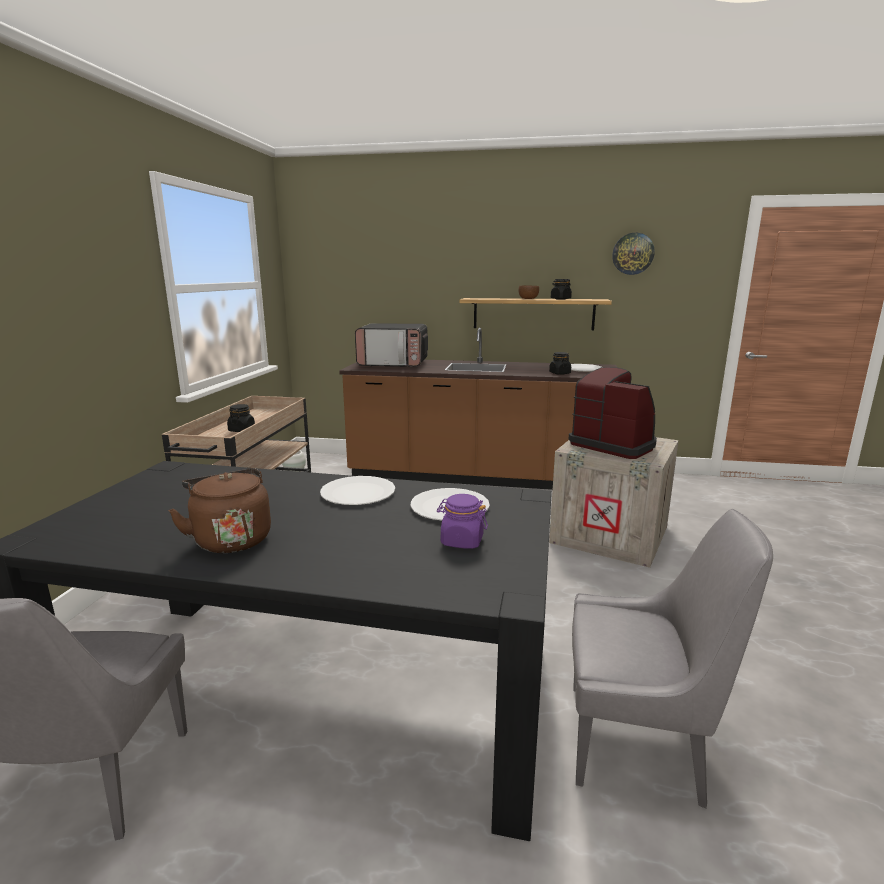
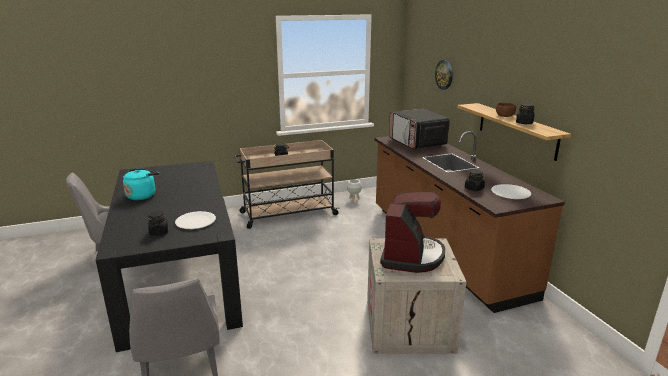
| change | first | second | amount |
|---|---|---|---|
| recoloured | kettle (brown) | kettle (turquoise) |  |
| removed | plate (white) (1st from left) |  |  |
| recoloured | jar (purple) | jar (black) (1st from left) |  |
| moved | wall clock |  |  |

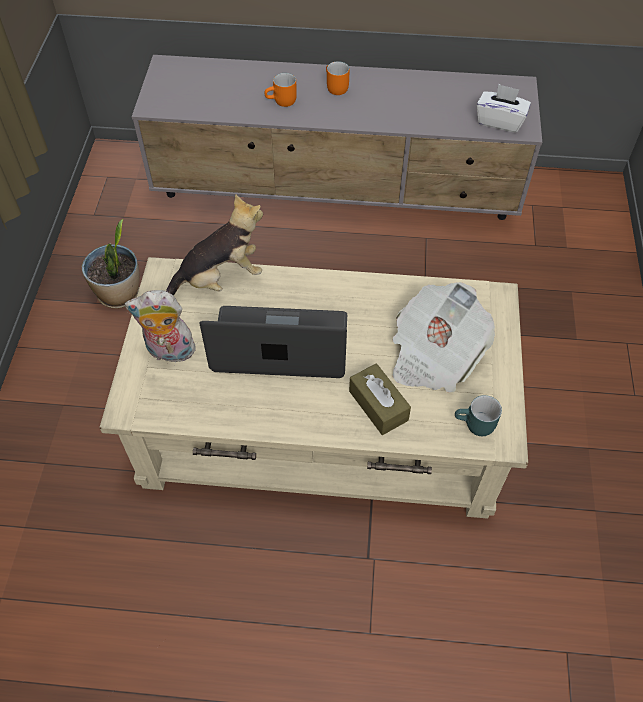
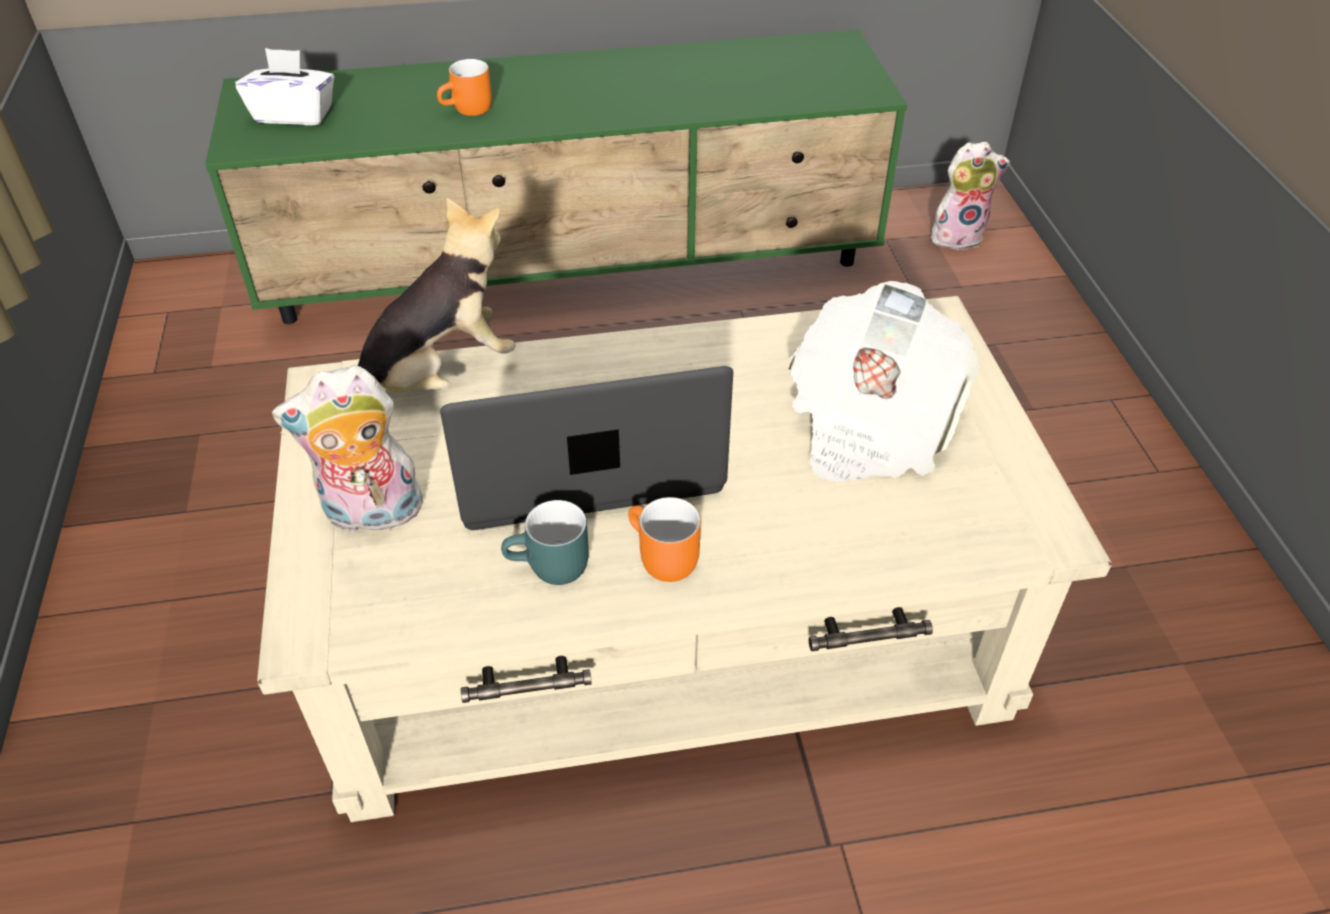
| change | first | second | amount |
|---|---|---|---|
| removed | potted plant |  |  |
| recoloured | tv stand (grey) | tv stand (green) |  |
| moved | mug (orange) (2nd from left) |  |  |
| removed | tissue box (brown) |  |  |
| moved | mug (turquoise) |  |  |
| moved | tissue box (white) |  |  |
| added |  | plush toy (3rd from left) |  |

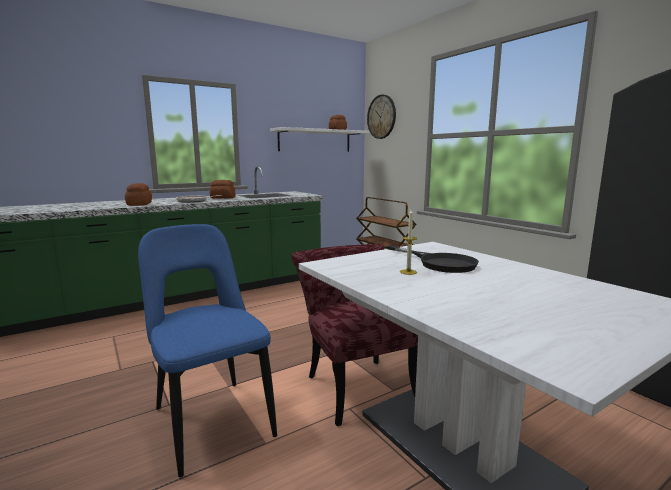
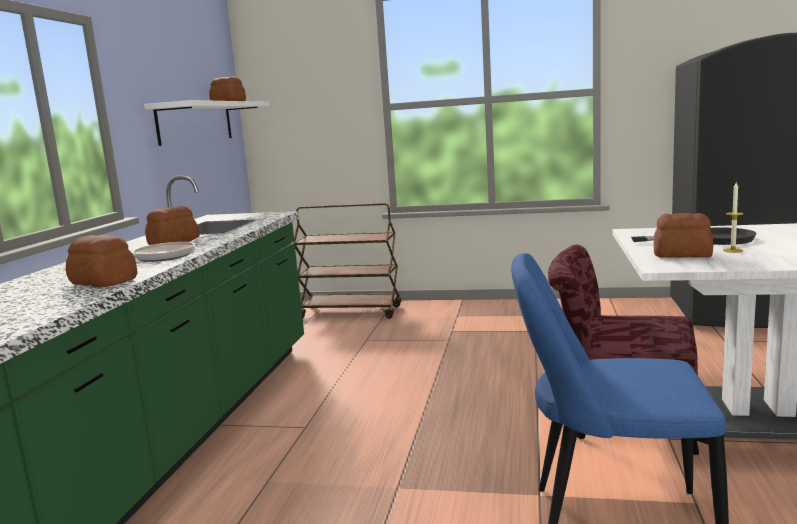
| change | first | second | amount |
|---|---|---|---|
| removed | wall clock |  |  |
| added |  | bread (4th from left) |  |

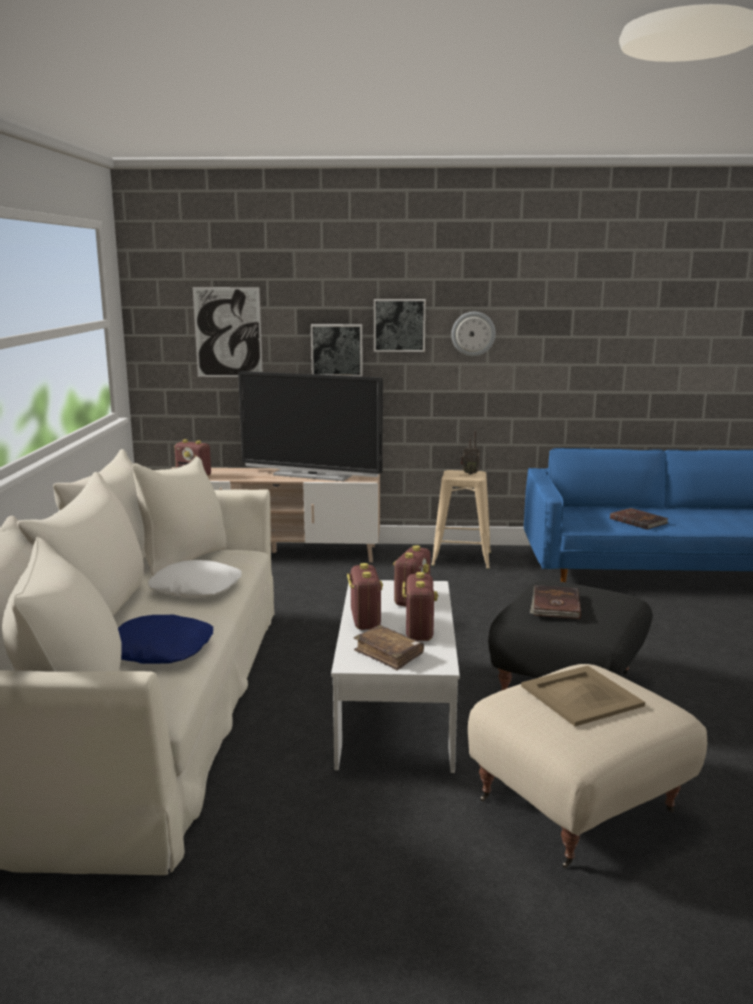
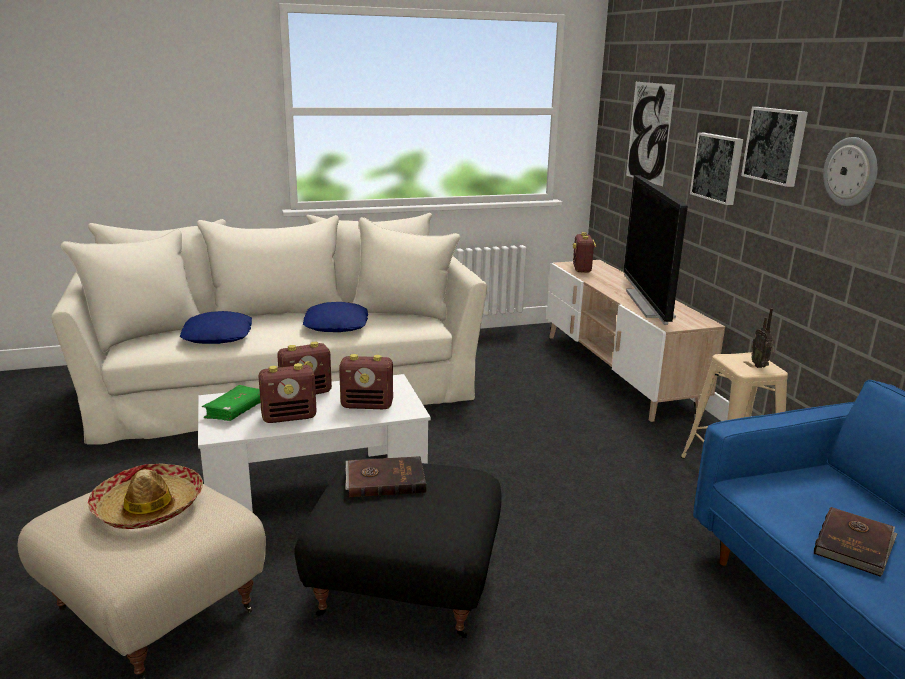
| change | first | second | amount |
|---|---|---|---|
| recoloured | pillow (white) | pillow (blue) (2nd from left) |  |
| recoloured | book (brown) (1st from left) | book (green) |  |
| replaced | tray (beige) | hat |  |

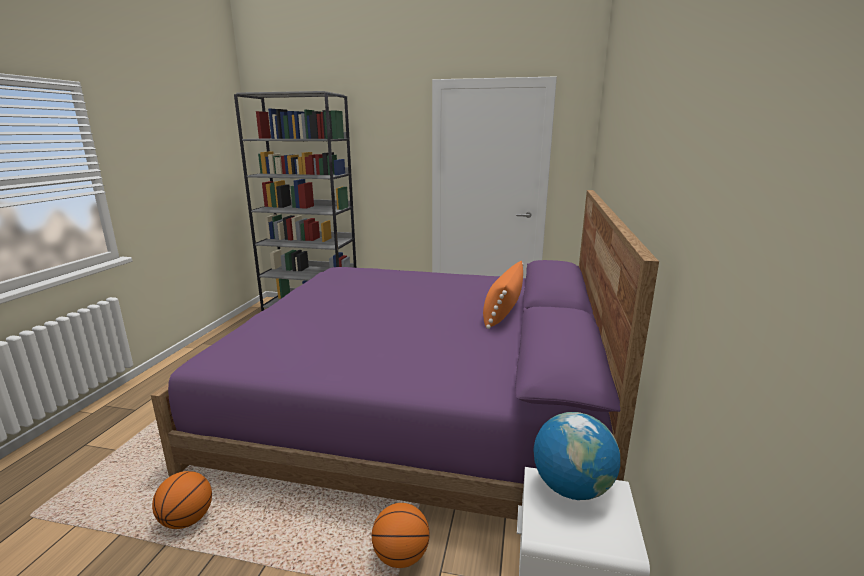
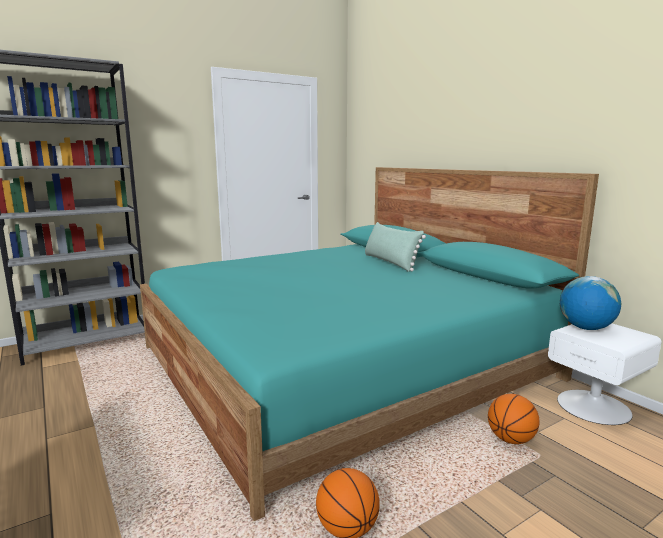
| change | first | second | amount |
|---|---|---|---|
| recoloured | bed (purple) | bed (turquoise) |  |
| recoloured | pillow (orange) | pillow (green) |  |

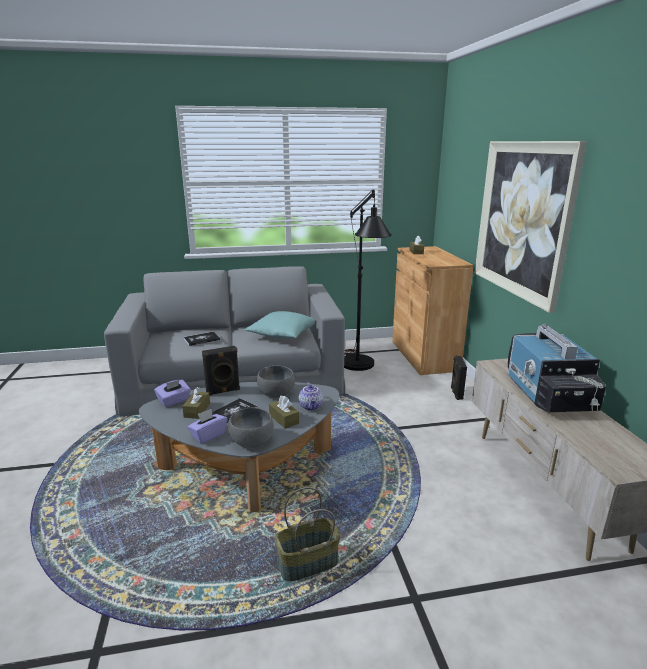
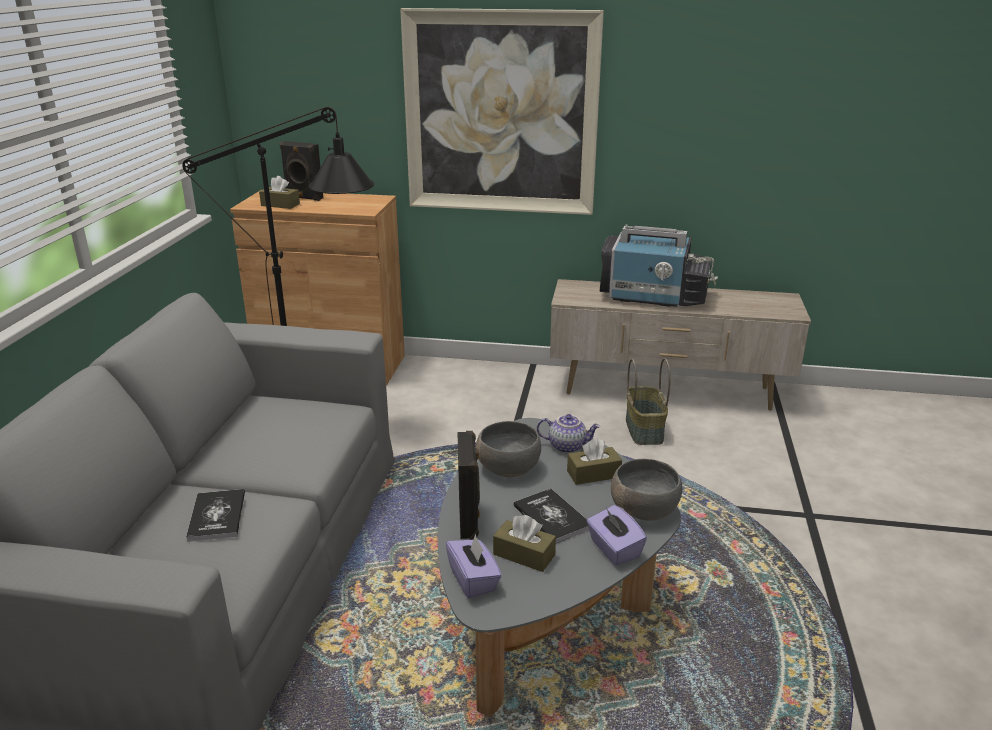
| change | first | second | amount |
|---|---|---|---|
| removed | pillow (turquoise) |  |  |
| moved | basket |  |  |
| moved | speaker (black) (2nd from left in the first image) | speaker (black) (1st from left) |  |

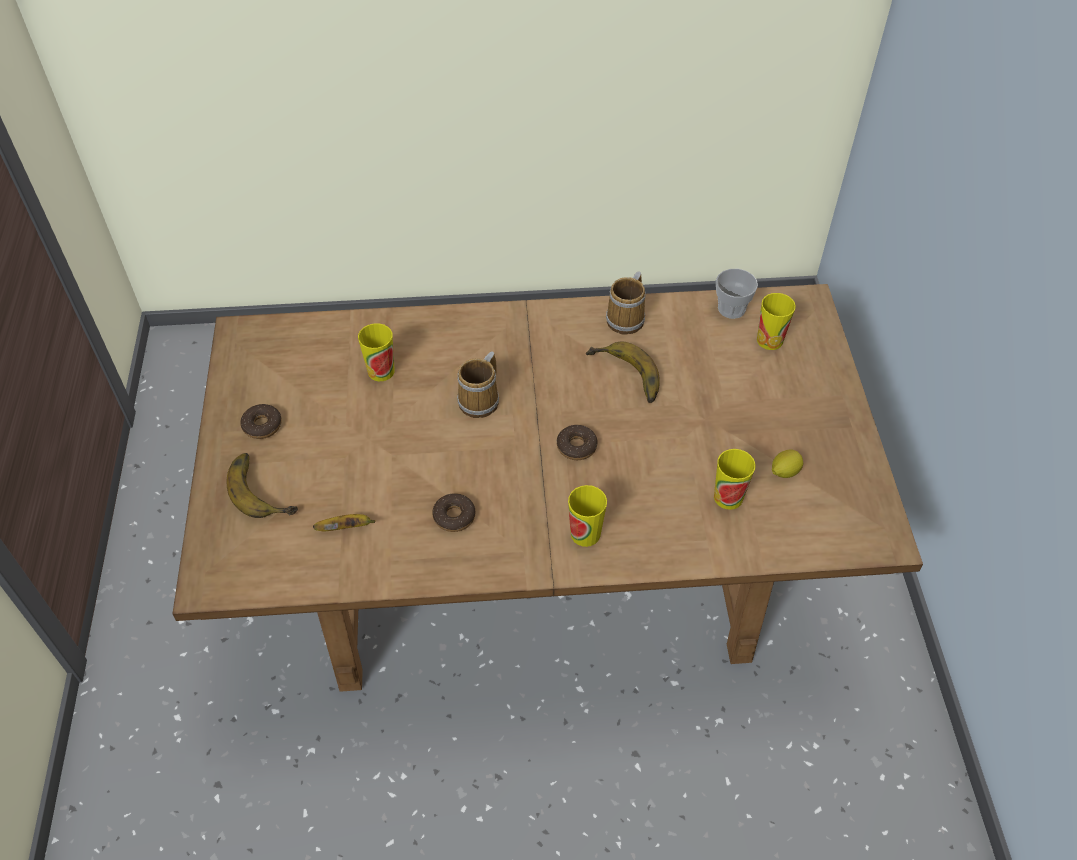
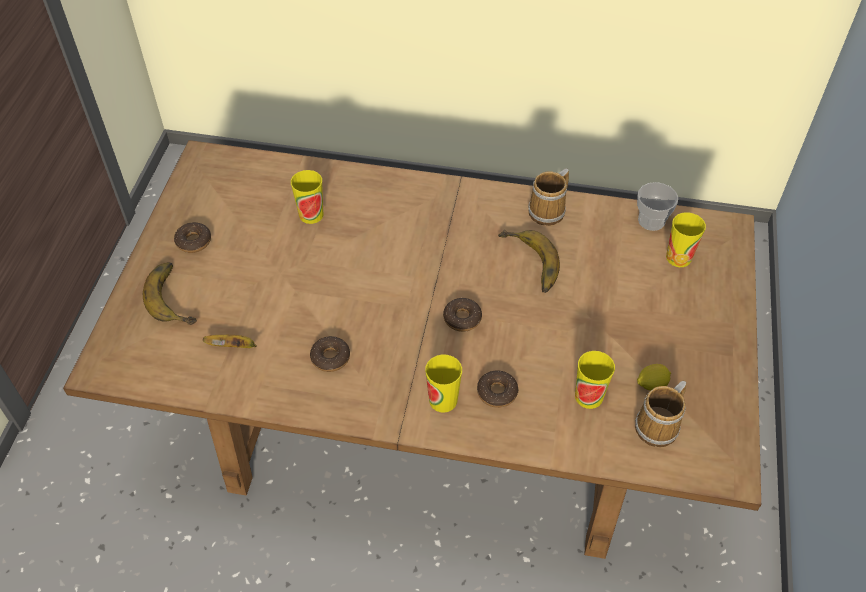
| change | first | second | amount |
|---|---|---|---|
| moved | mug (1st from left in the first image) | mug (2nd from left) |  |
| added |  | donut (4th from left) |  |

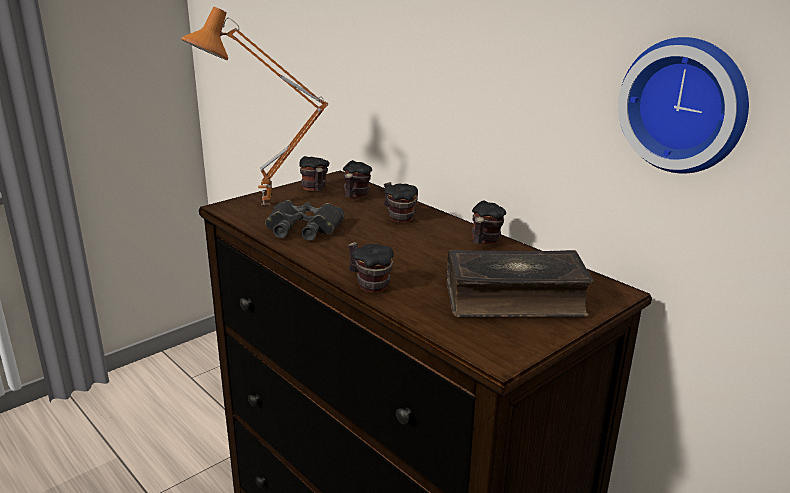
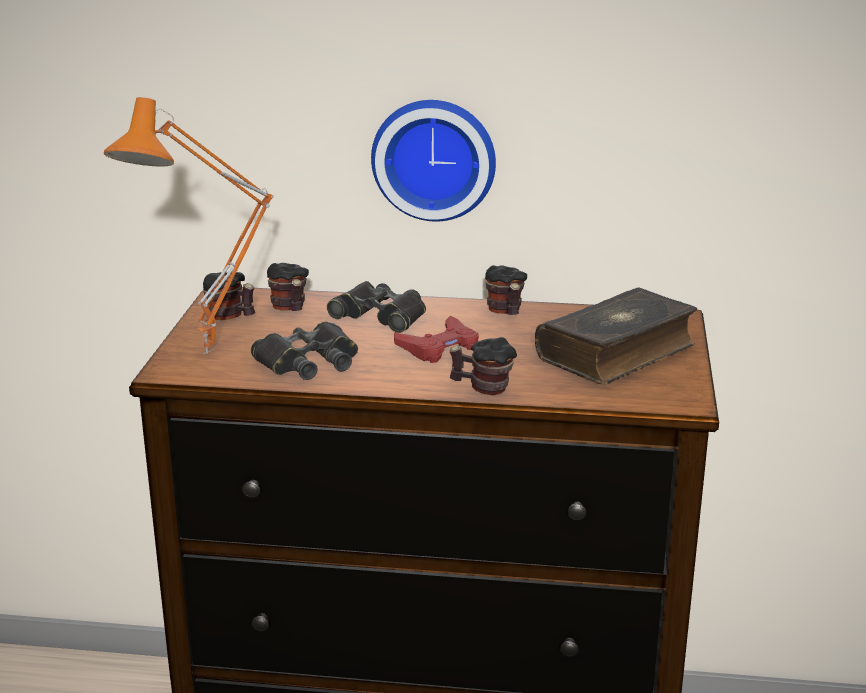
| change | first | second | amount |
|---|---|---|---|
| replaced | mug (4th from left) | binoculars (black) (2nd from left) |  |
| moved | wall clock |  |  |
| added |  | game controller (red) |  |

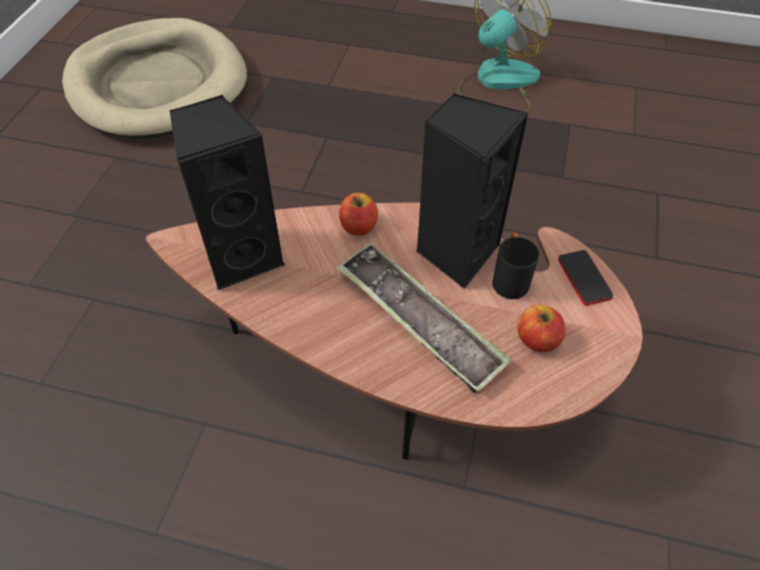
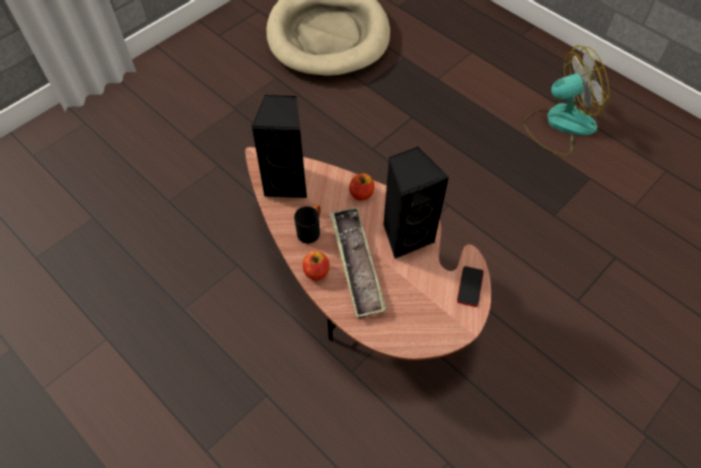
| change | first | second | amount |
|---|---|---|---|
| moved | mug (black) |  |  |
| moved | apple (2nd from left in the first image) | apple (1st from left) |  |

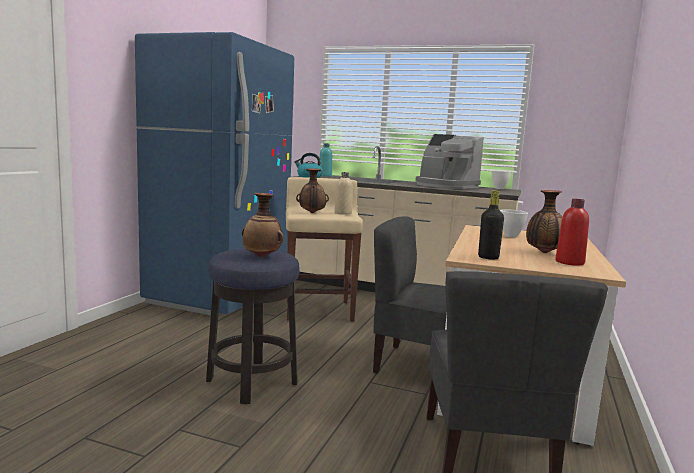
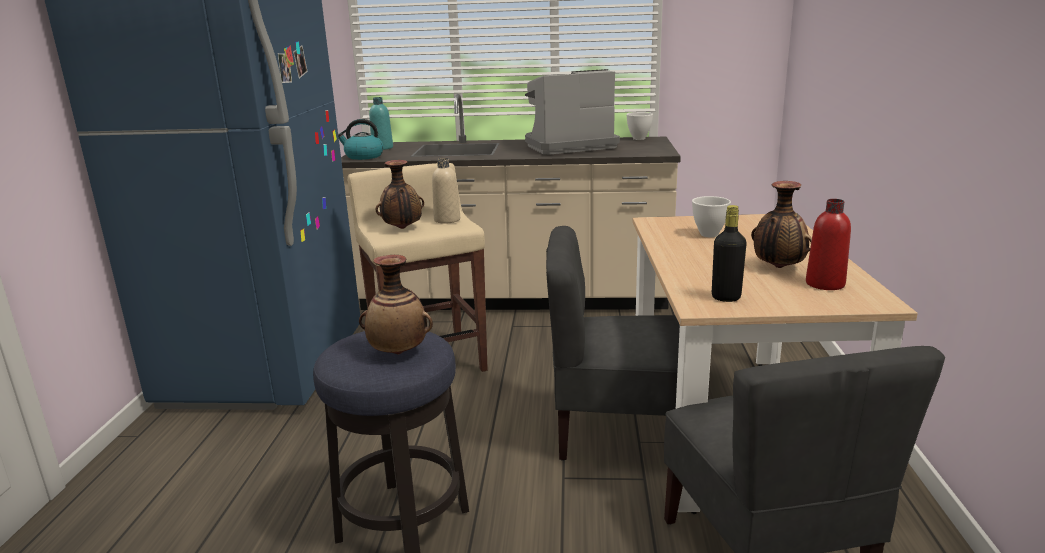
| change | first | second | amount |
|---|---|---|---|
| turned | coffee machine |  | 135 degrees clockwise |

